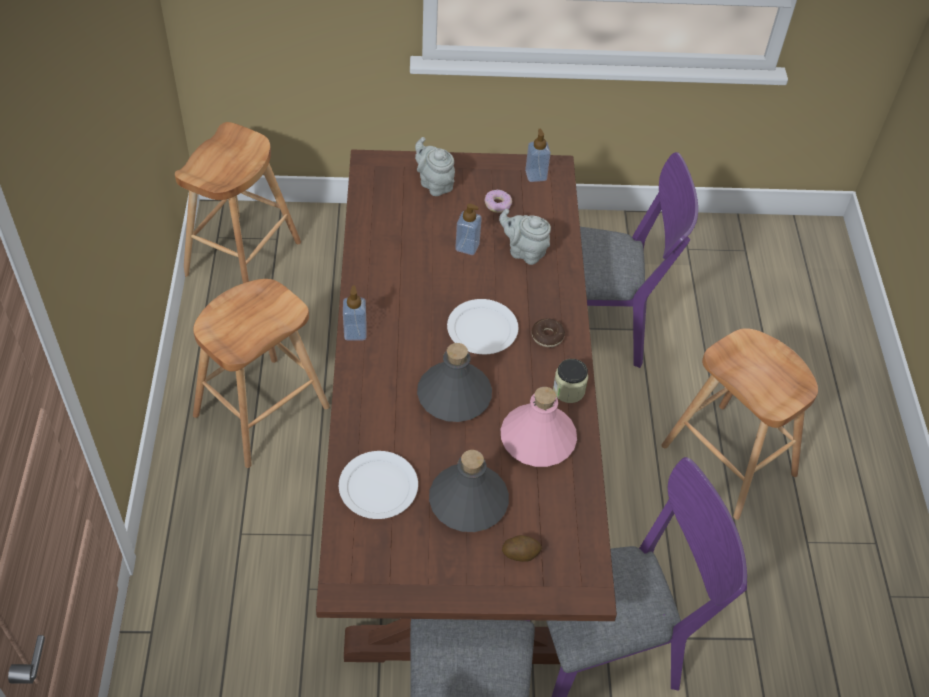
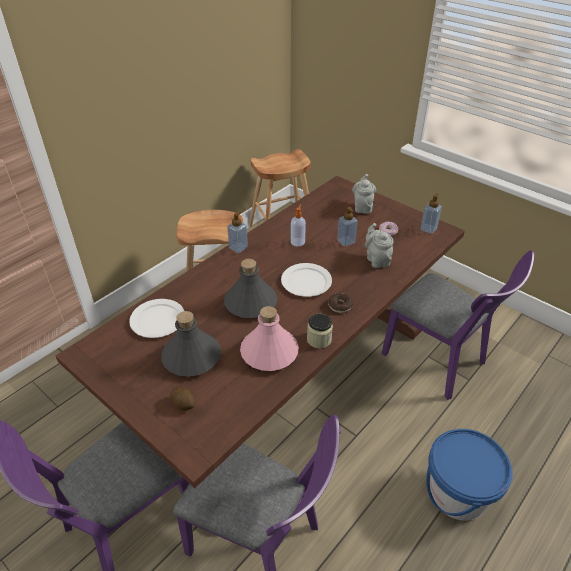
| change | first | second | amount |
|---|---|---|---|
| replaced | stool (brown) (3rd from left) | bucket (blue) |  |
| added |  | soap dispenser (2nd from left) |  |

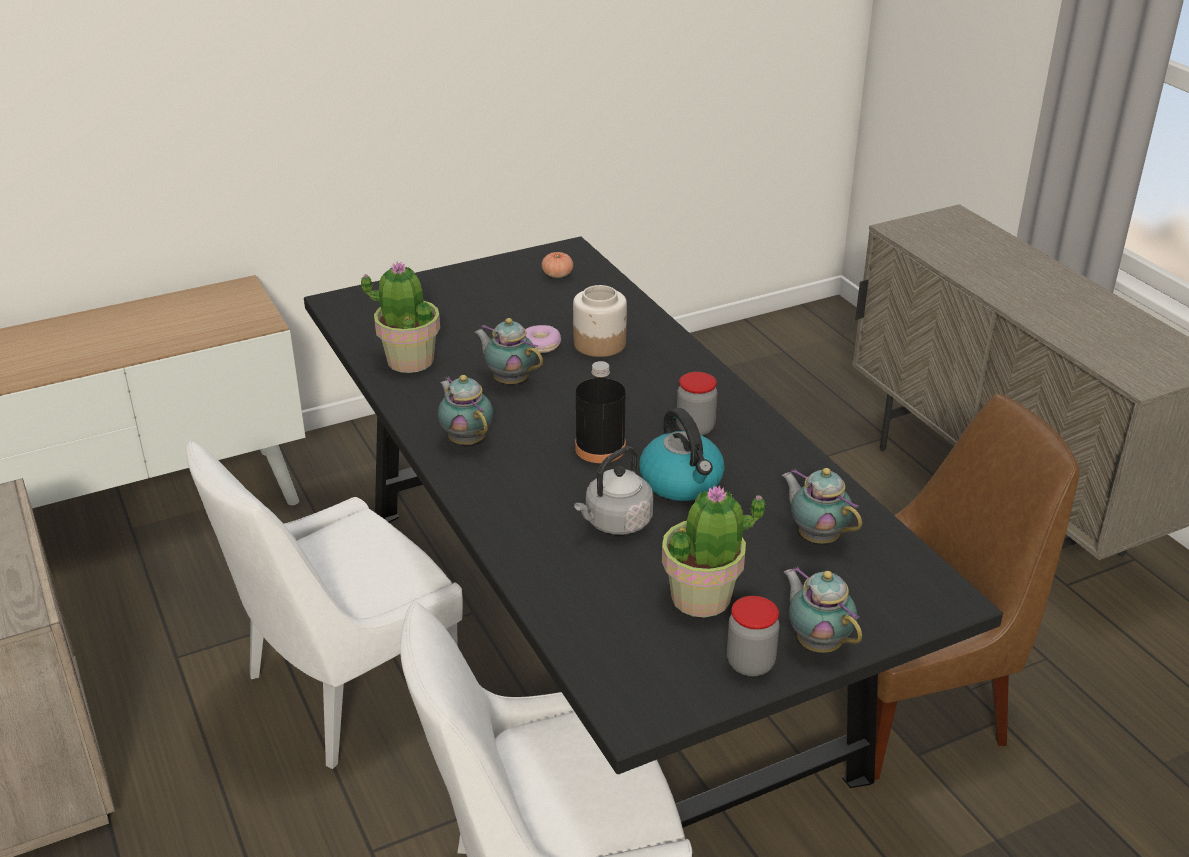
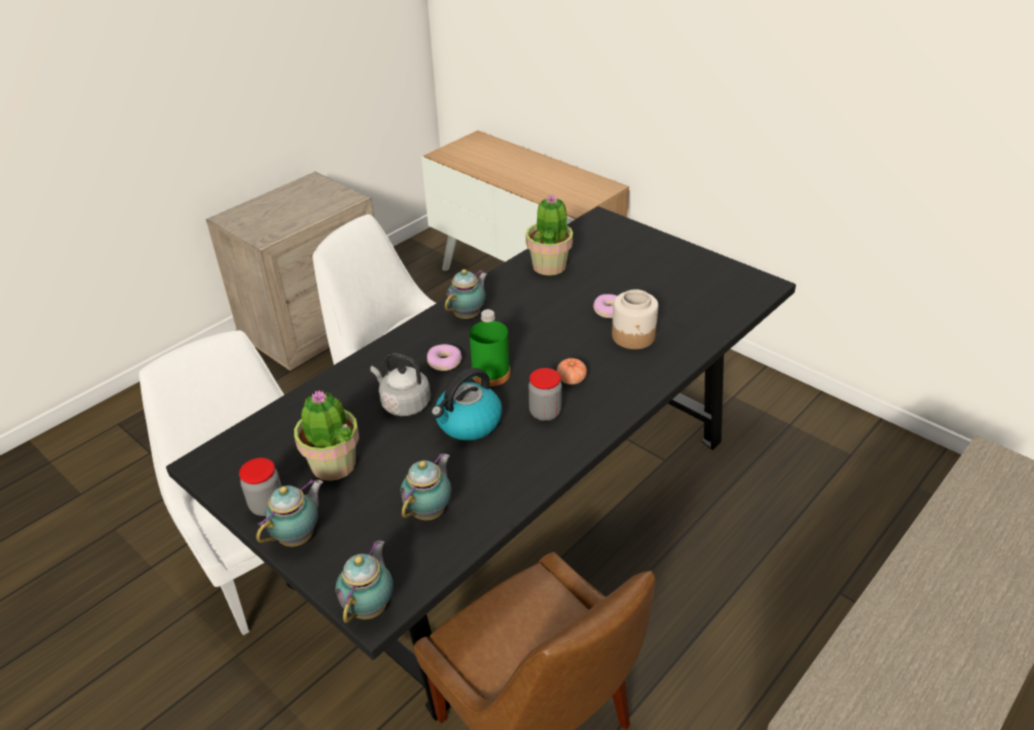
| change | first | second | amount |
|---|---|---|---|
| moved | teapot (2nd from left) |  |  |
| moved | tomato |  |  |
| recoloured | bottle (black) | bottle (green) |  |
| added |  | donut (1st from left) |  |

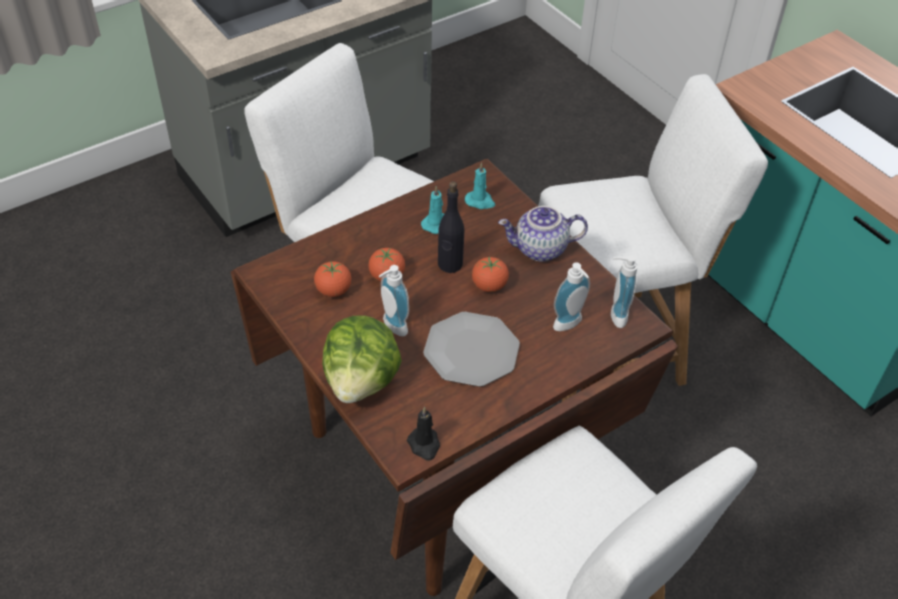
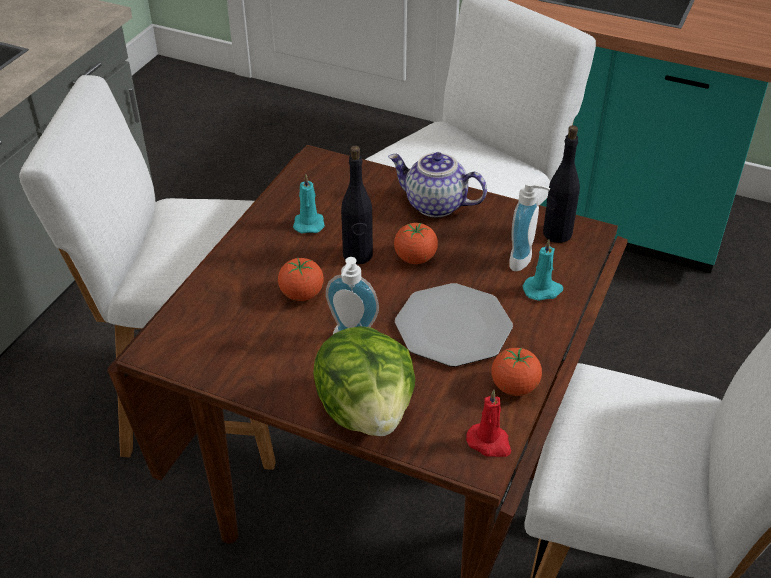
| change | first | second | amount |
|---|---|---|---|
| moved | tomato (1st from left in the first image) | tomato (3rd from left) |  |
| recoloured | candle (black) | candle (red) |  |
| moved | candle (turquoise) (2nd from left) |  |  |
| turned | teapot |  | 60 degrees clockwise |
| replaced | soap dispenser (3rd from left) | bottle (black) (2nd from left) |  |

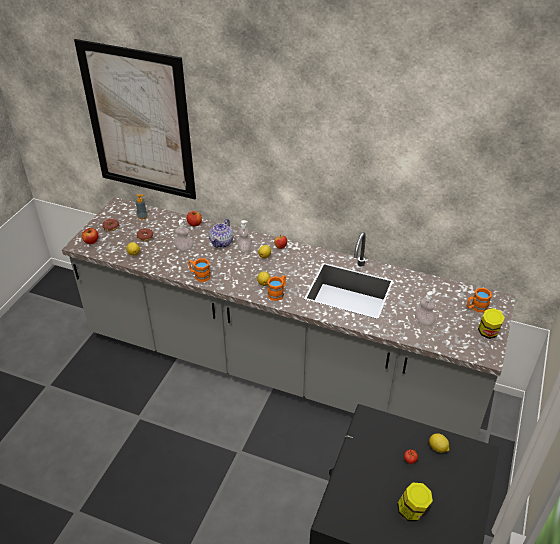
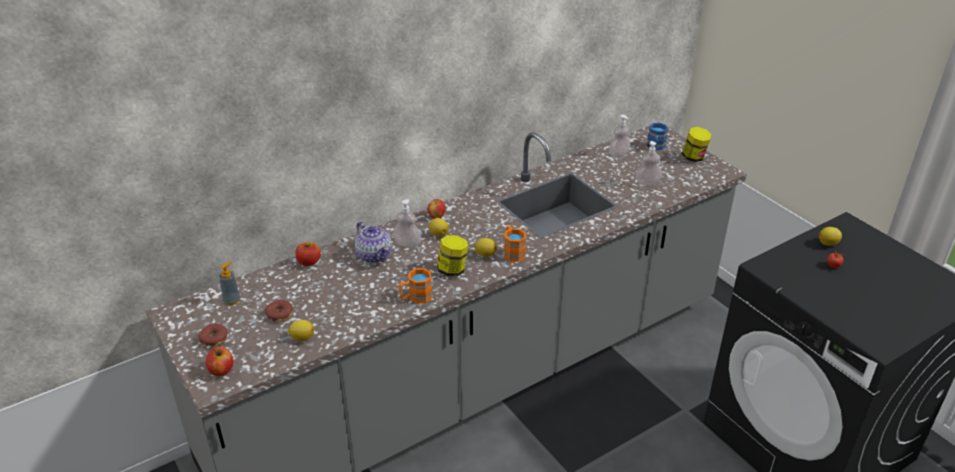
| change | first | second | amount |
|---|---|---|---|
| removed | picture |  |  |
| moved | soap dispenser (2nd from left in the first image) | soap dispenser (3rd from left) |  |
| moved | jar (1st from left) |  |  |
| recoloured | mug (orange) (3rd from left) | mug (blue) |  |

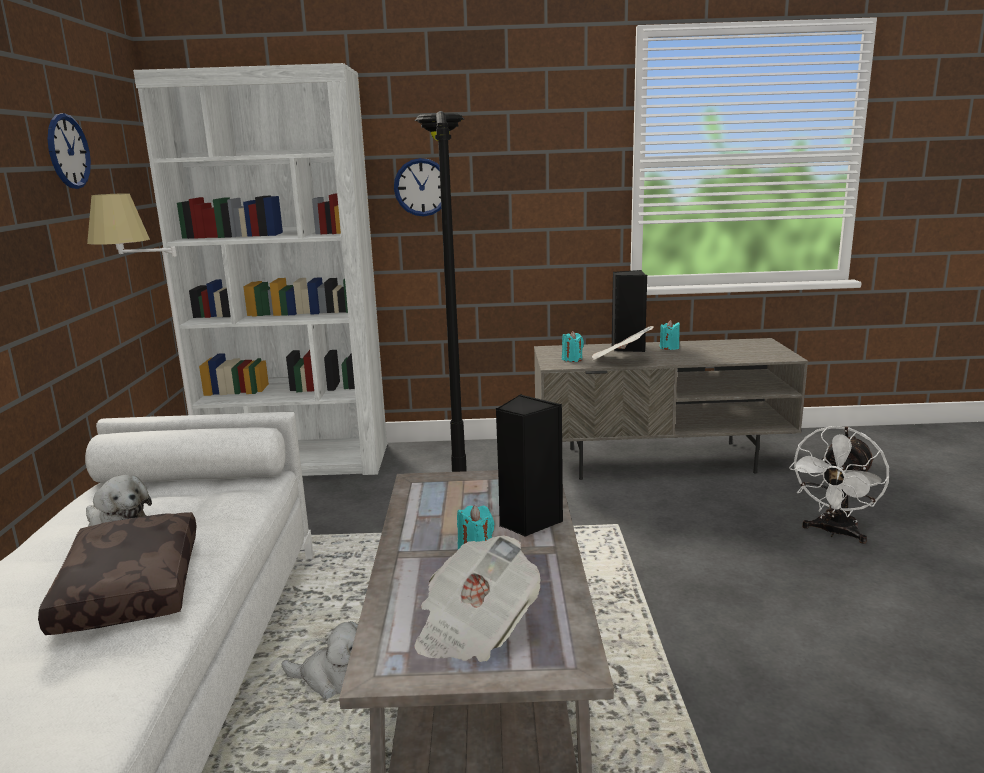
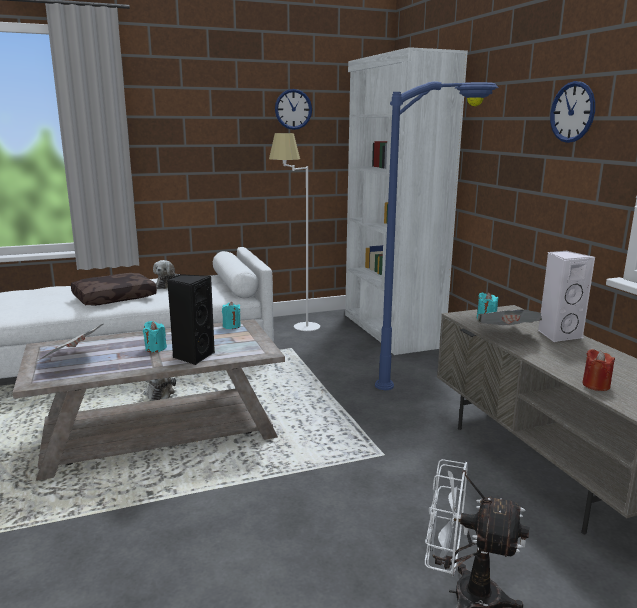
| change | first | second | amount |
|---|---|---|---|
| moved | wall clock (2nd from left) |  |  |
| recoloured | floor lamp (black) | floor lamp (blue) |  |
| recoloured | speaker (black) (2nd from left) | speaker (white) |  |
| moved | candle (turquoise) (3rd from left in the first image) | candle (turquoise) (2nd from left) |  |
| added |  | candle (red) |  |

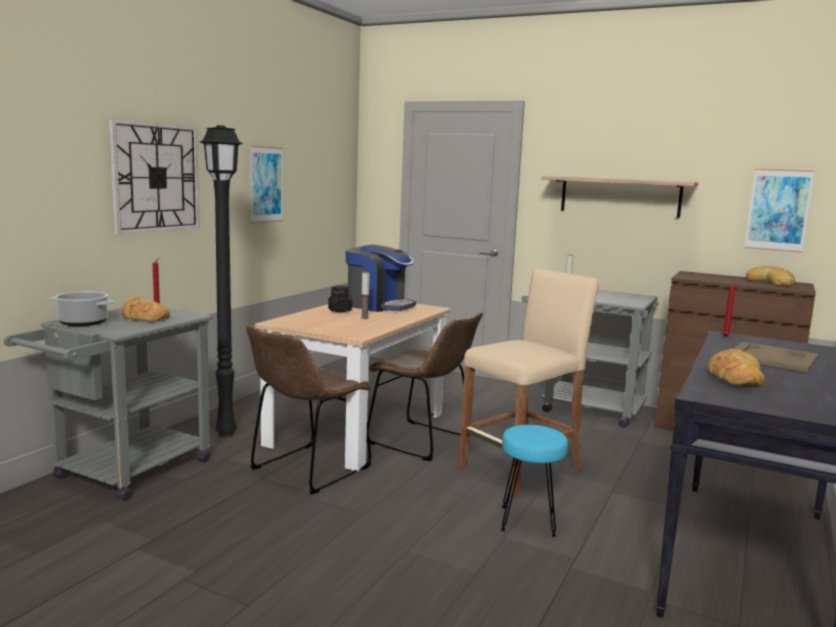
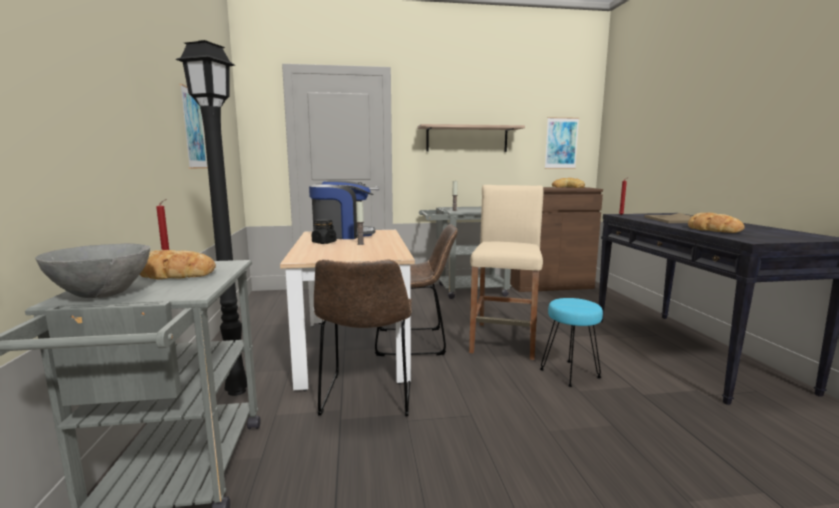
| change | first | second | amount |
|---|---|---|---|
| replaced | cooking pot | bowl (grey) |  |
| removed | wall clock |  |  |

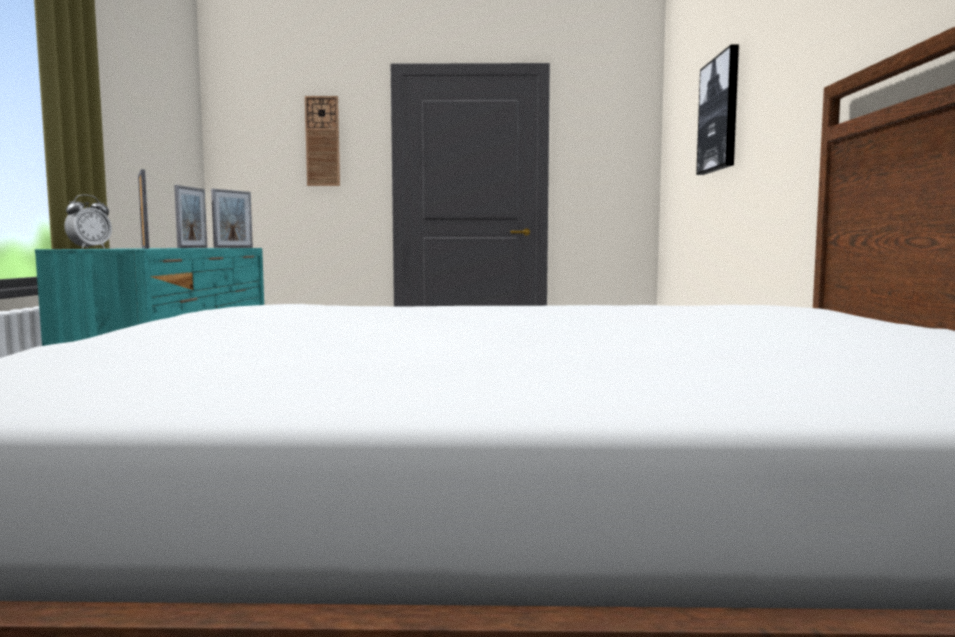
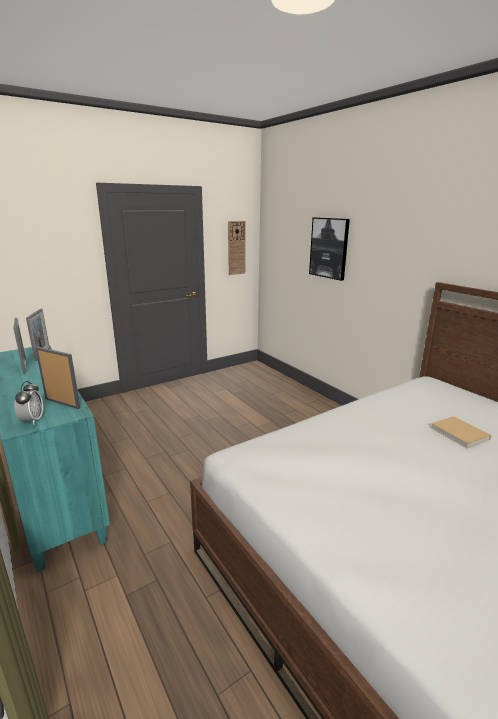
| change | first | second | amount |
|---|---|---|---|
| moved | wall clock |  |  |
| added |  | book (beige) |  |

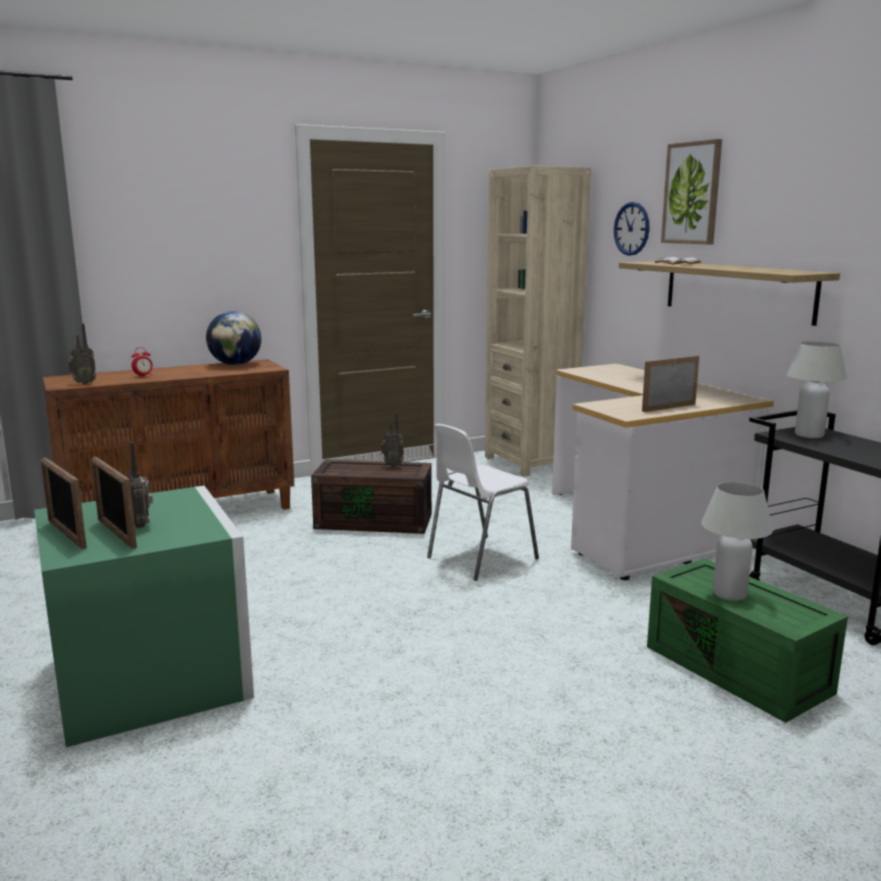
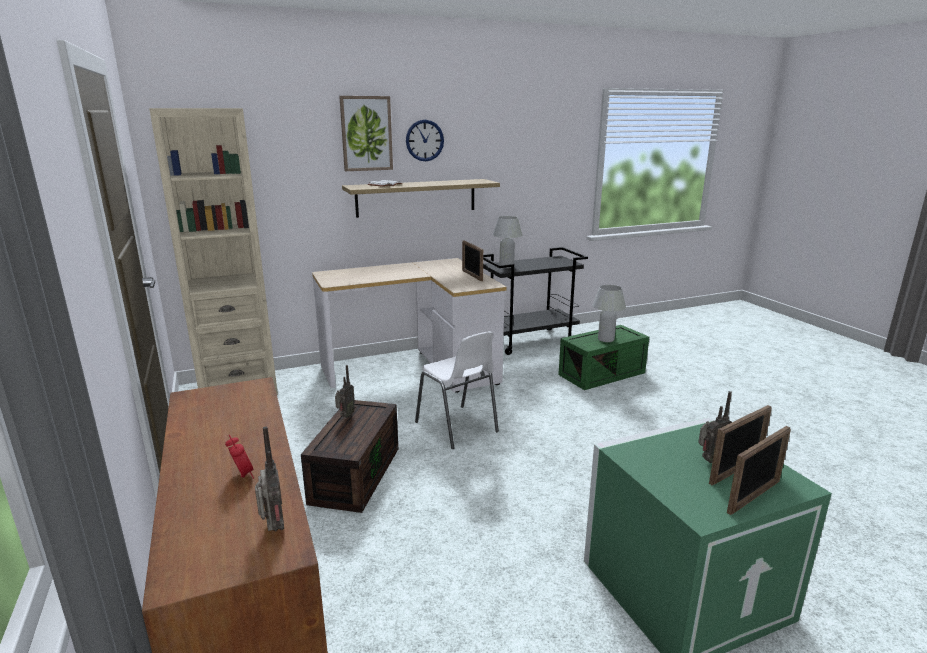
| change | first | second | amount |
|---|---|---|---|
| removed | globe |  |  |
| moved | wall clock |  |  |

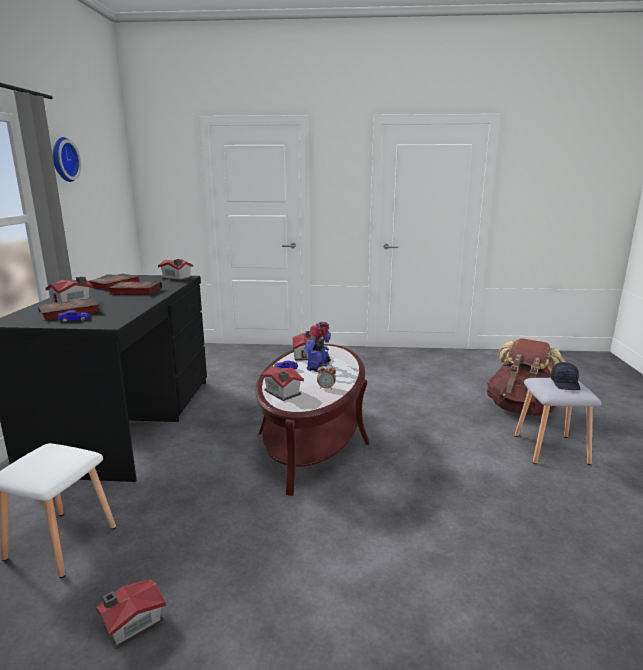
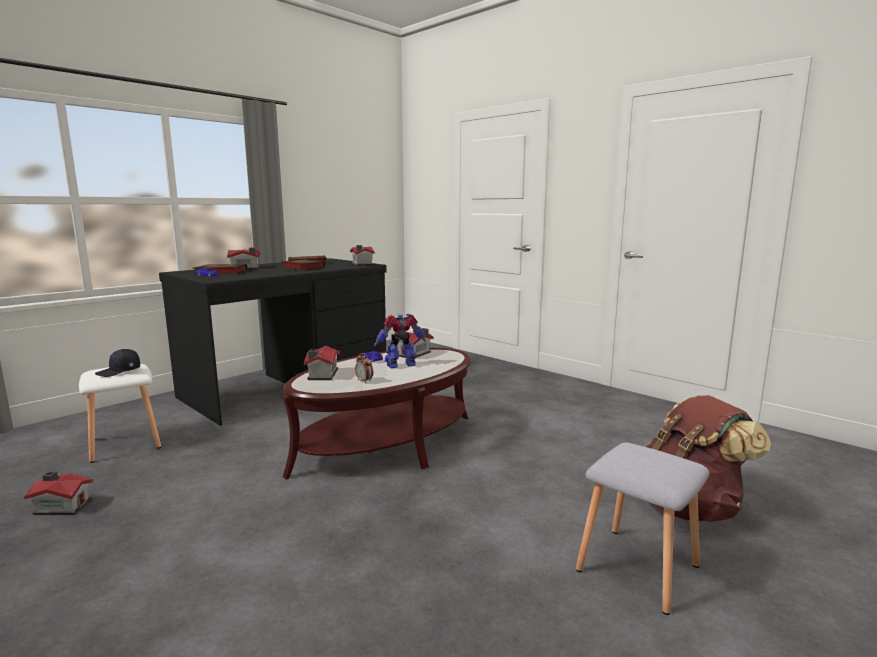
| change | first | second | amount |
|---|---|---|---|
| removed | wall clock |  |  |
| moved | cap (black) |  |  |

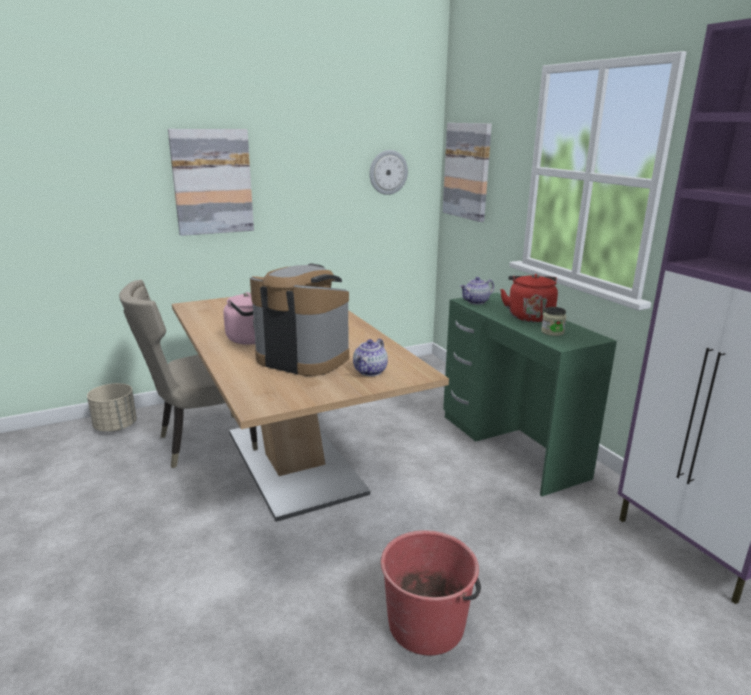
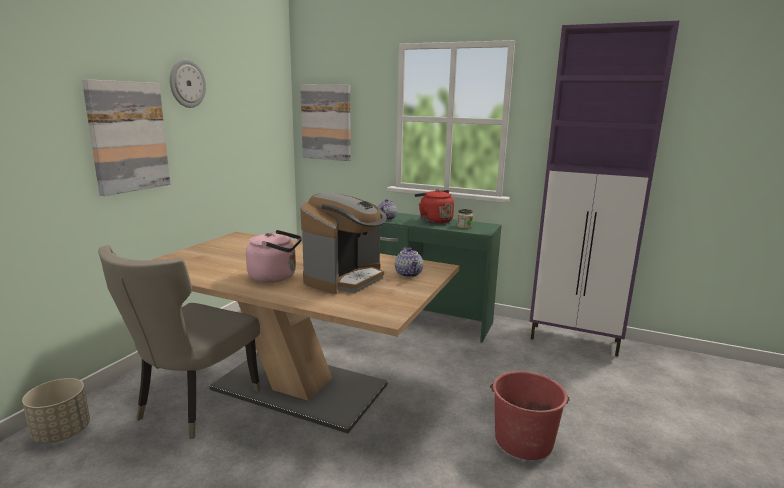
| change | first | second | amount |
|---|---|---|---|
| turned | coffee machine |  | 135 degrees clockwise |
| moved | wall clock |  |  |

